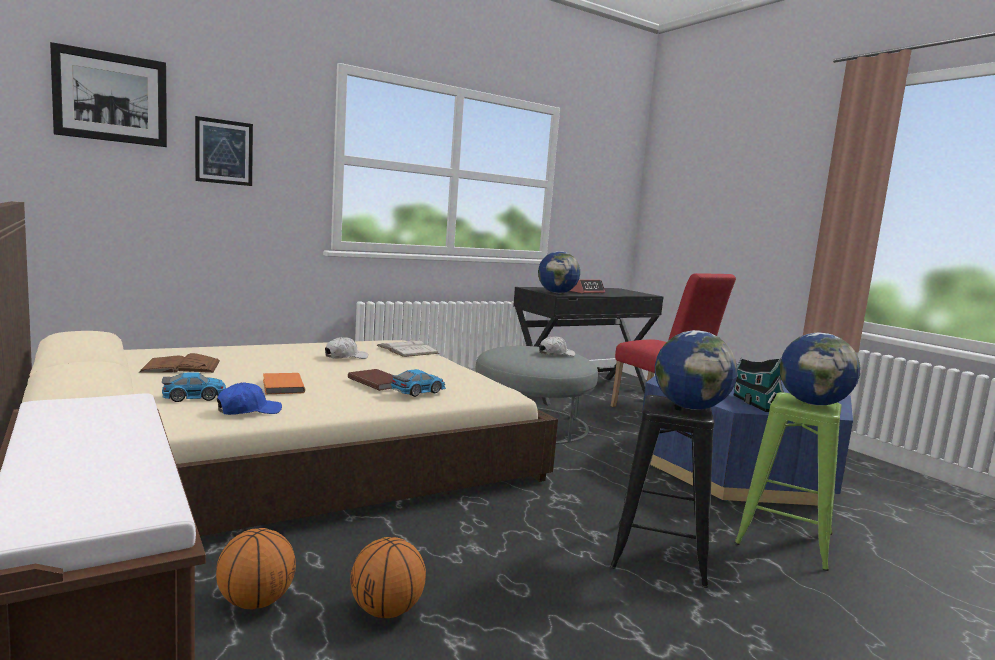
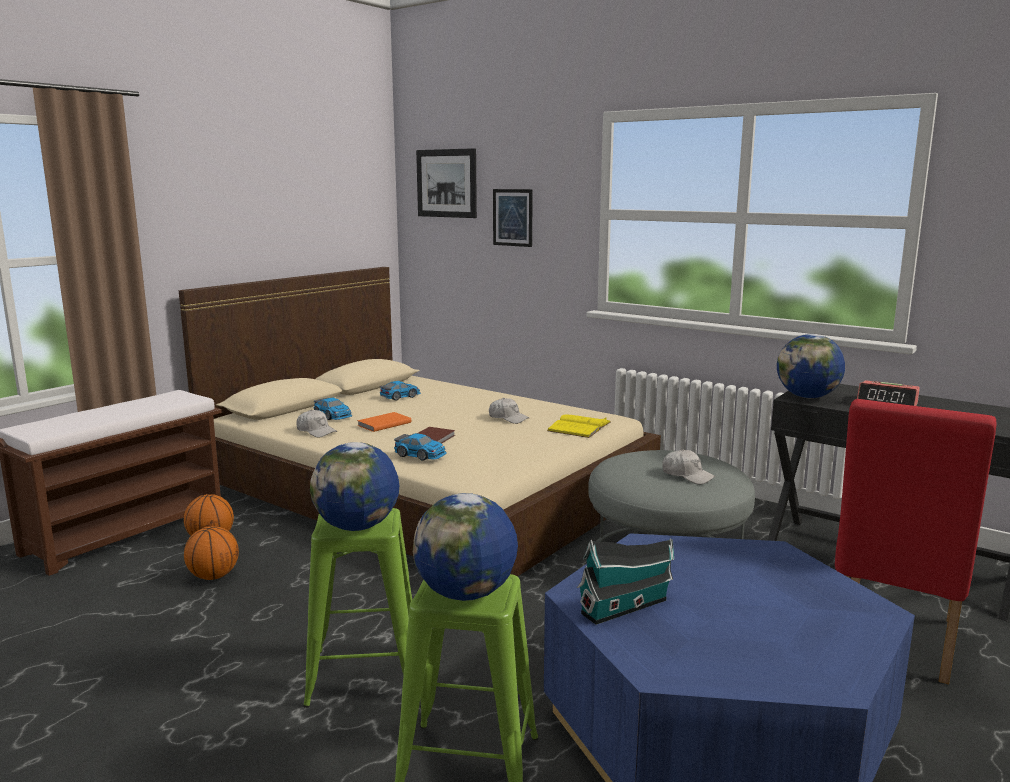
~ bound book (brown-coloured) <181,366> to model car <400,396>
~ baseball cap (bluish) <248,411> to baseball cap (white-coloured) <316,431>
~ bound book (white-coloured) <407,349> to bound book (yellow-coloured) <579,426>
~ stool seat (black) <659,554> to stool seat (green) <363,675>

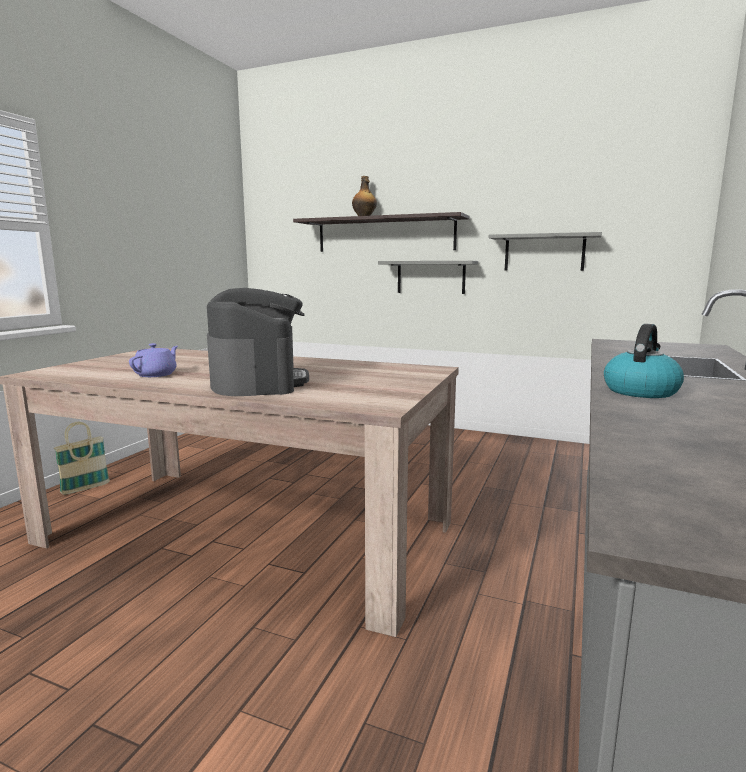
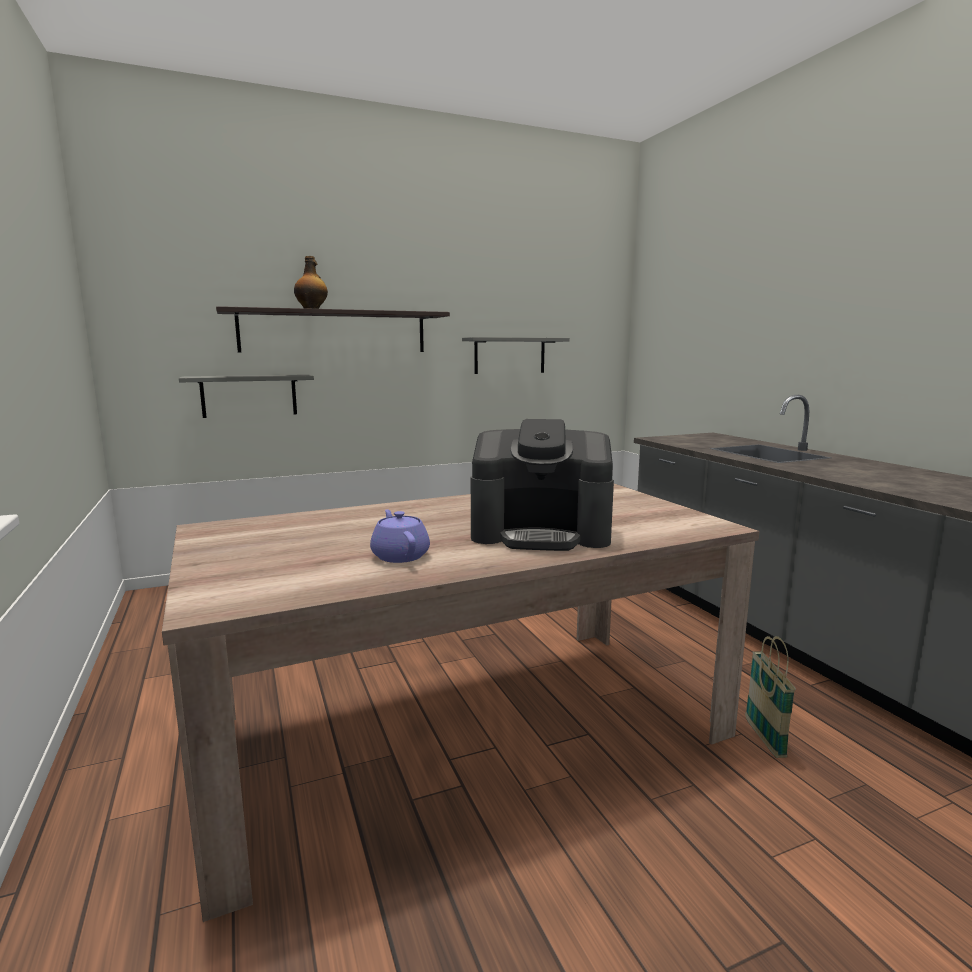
- water kettle <640,391>
~ household basket <85,488> to <764,738>
~ shelf (greyish) <431,277> to <249,395>
~ coffee machine <259,382> = <541,533> 150 degrees clockwise

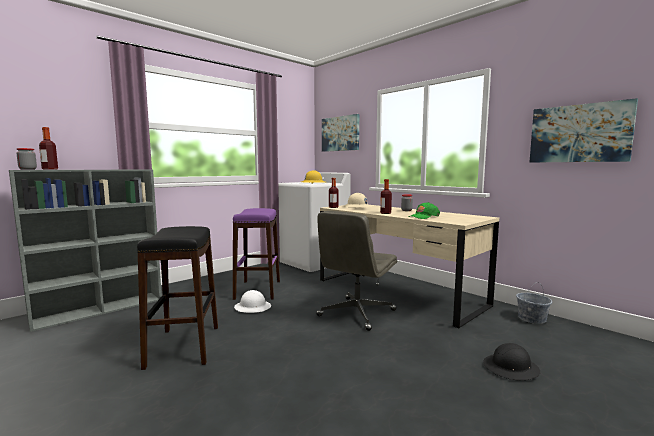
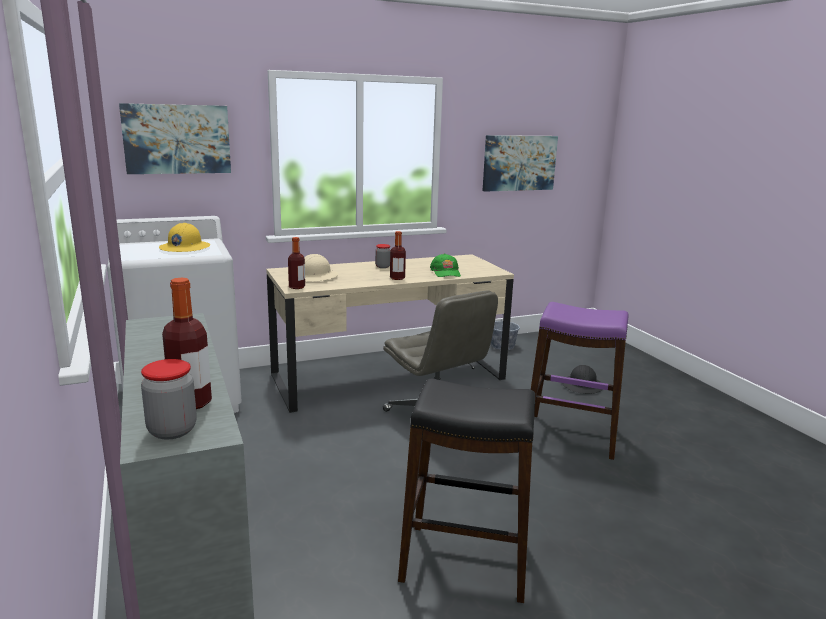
- work helmet (white-coloured) <252,307>
~ stool seat (purplish) <258,290> to <571,436>

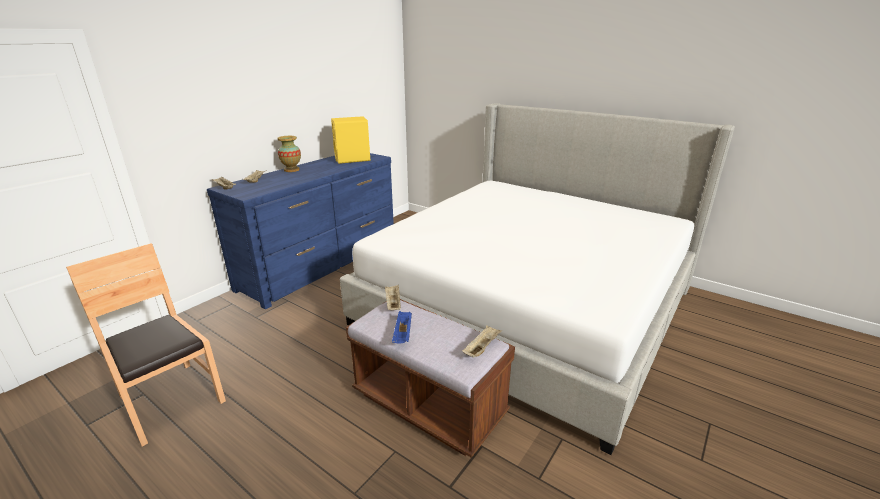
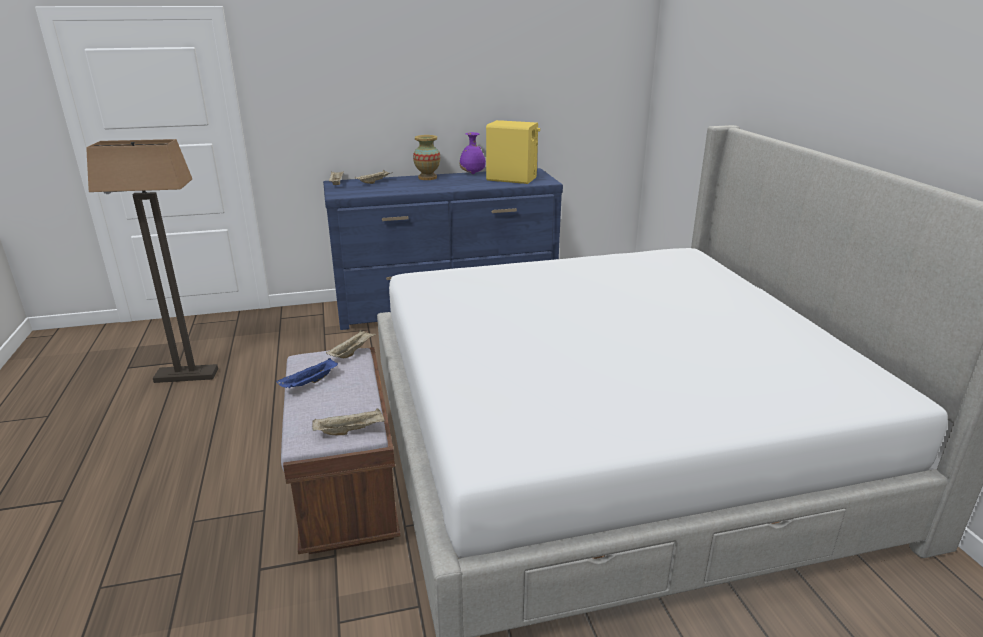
+ flower vase (purplish) <472,174>
~ plain chair (brown-coloured) <170,400> to floor lamp <187,375>

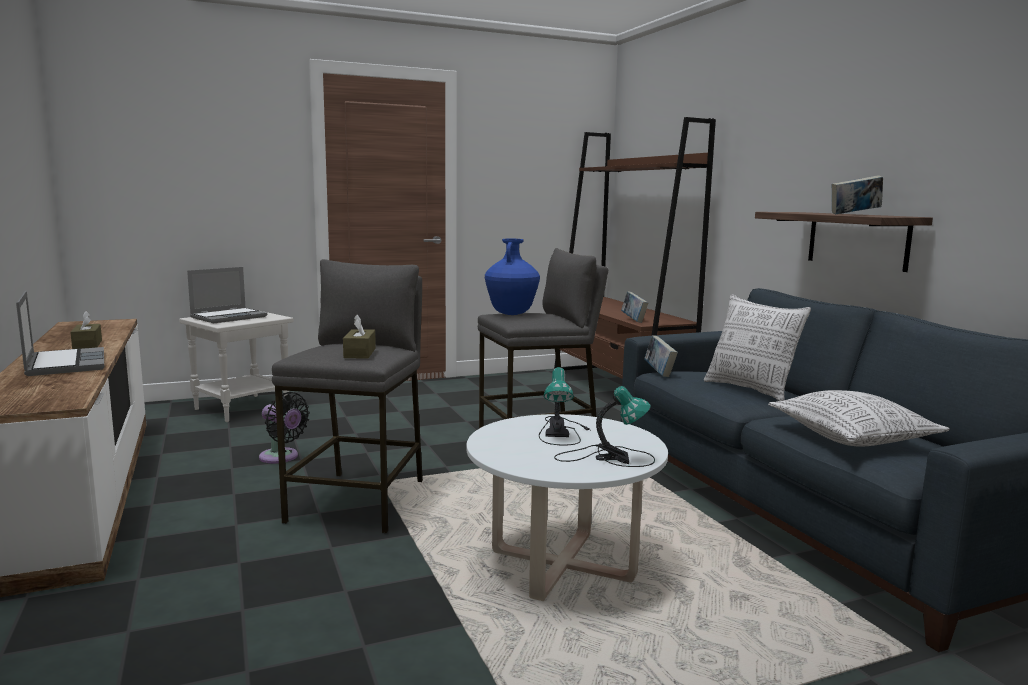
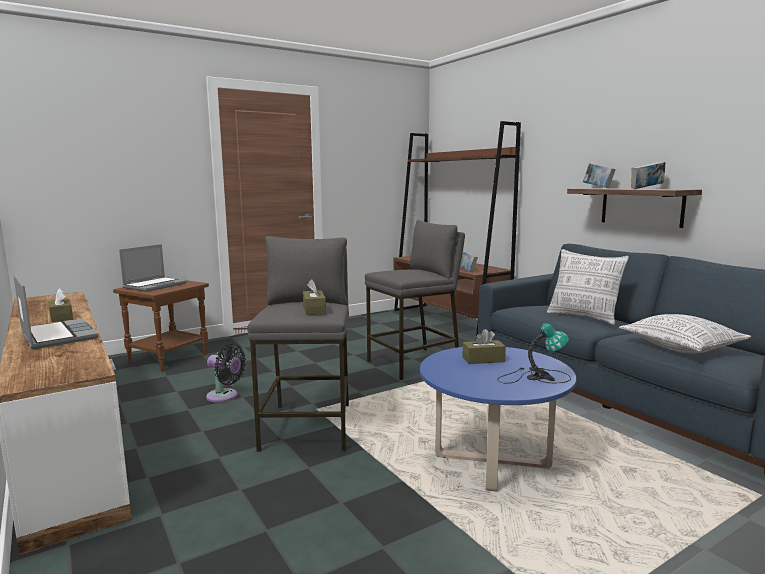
- flower vase (bluish) <511,314>
~ bound book <659,373> to <597,188>
~ lamp for a table <560,431> to box of tissues (brown-coloured) <483,359>
~ side table (white-coloured) <242,408> to side table (brown-coloured) <168,358>
~ lounge table (white-coloured) <562,565> to lounge table (bluish) <492,461>

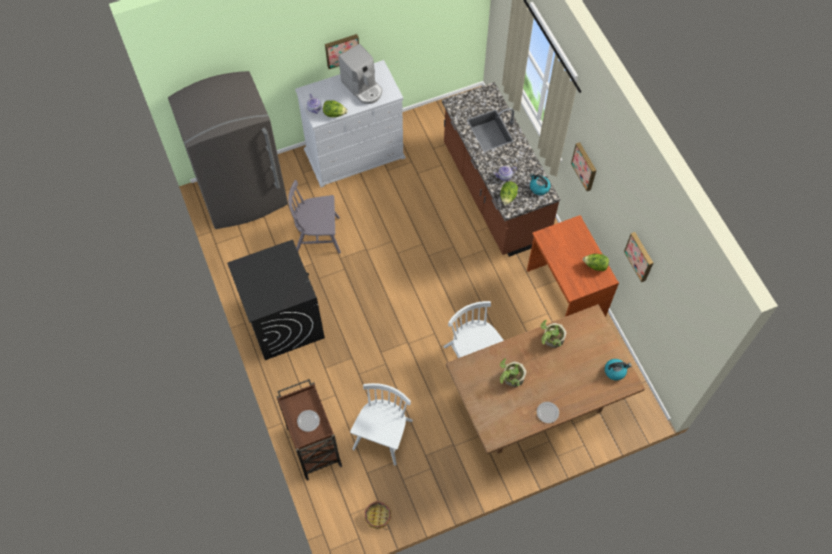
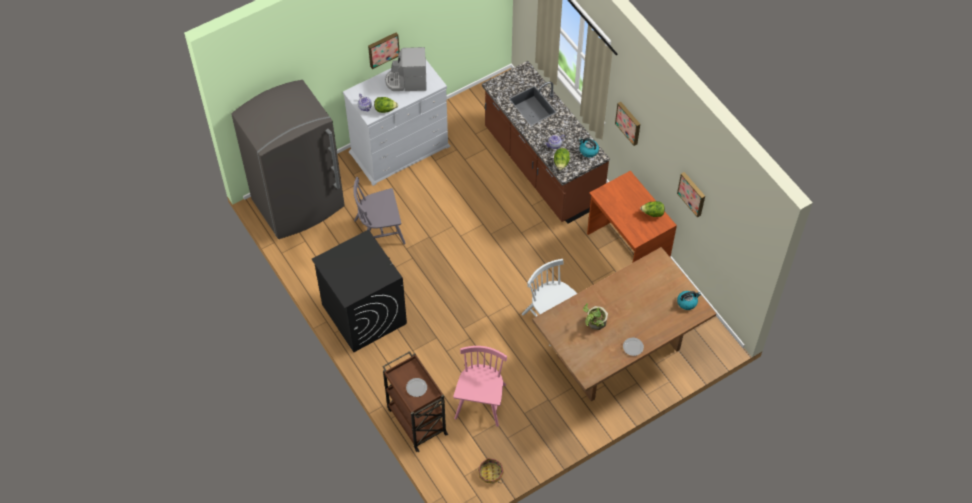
- houseplant <551,340>
~ plain chair (white-coloured) <383,435> to plain chair (pink-coloured) <480,402>
~ coffee machine <363,87> = <407,82> 135 degrees clockwise

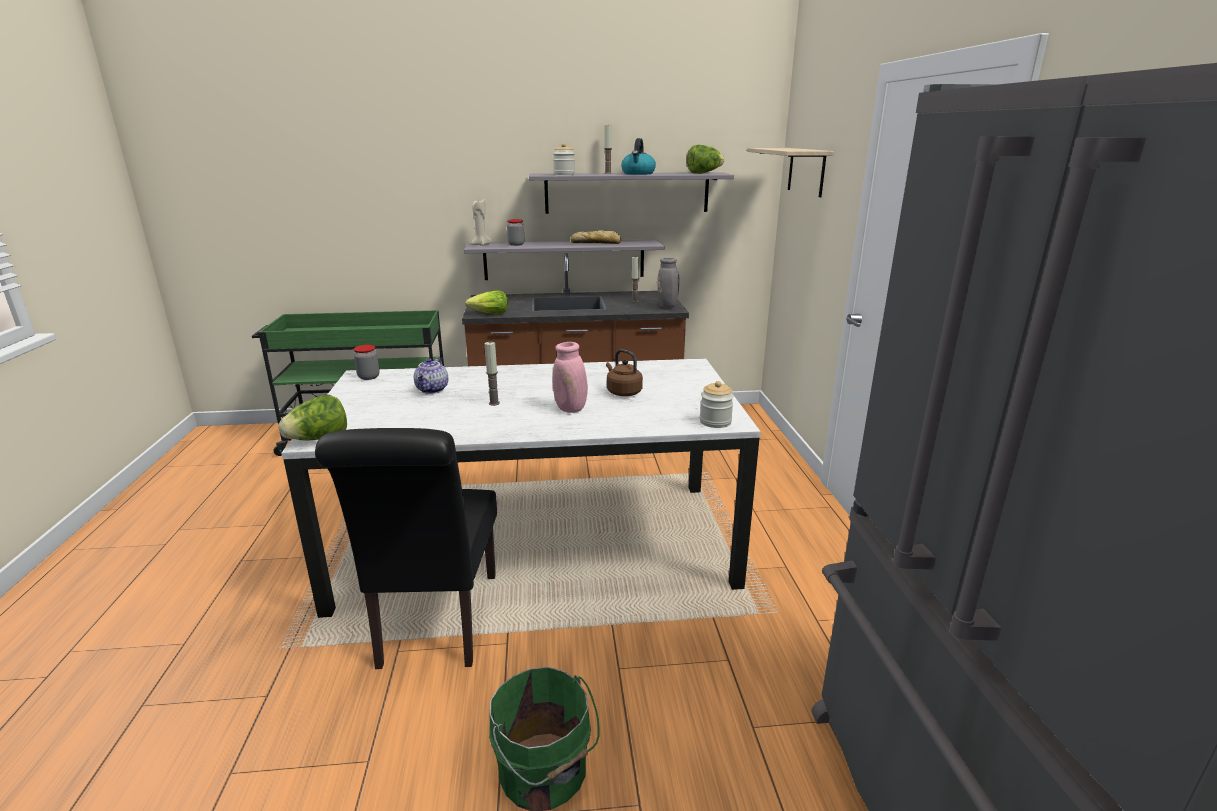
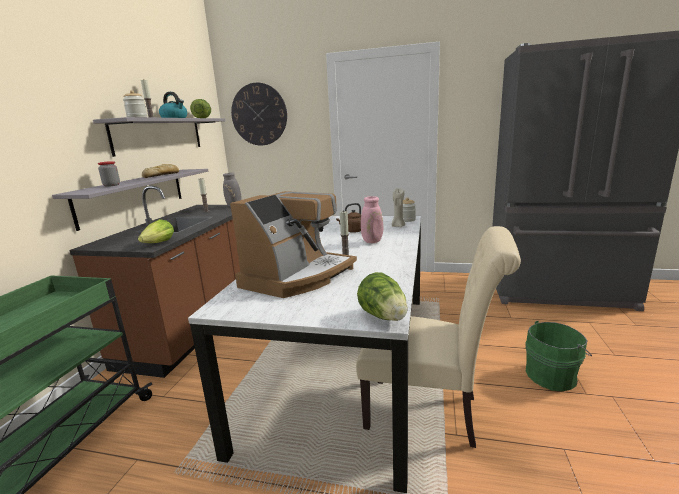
- preserve jar <368,377>
~ candle (beige) <481,244> to <398,226>
~ teapot <433,390> to coffee machine <297,277>
~ shelf <806,171> to wall clock <259,114>
~ plain chair (black) <436,625> to plain chair (beige) <429,412>

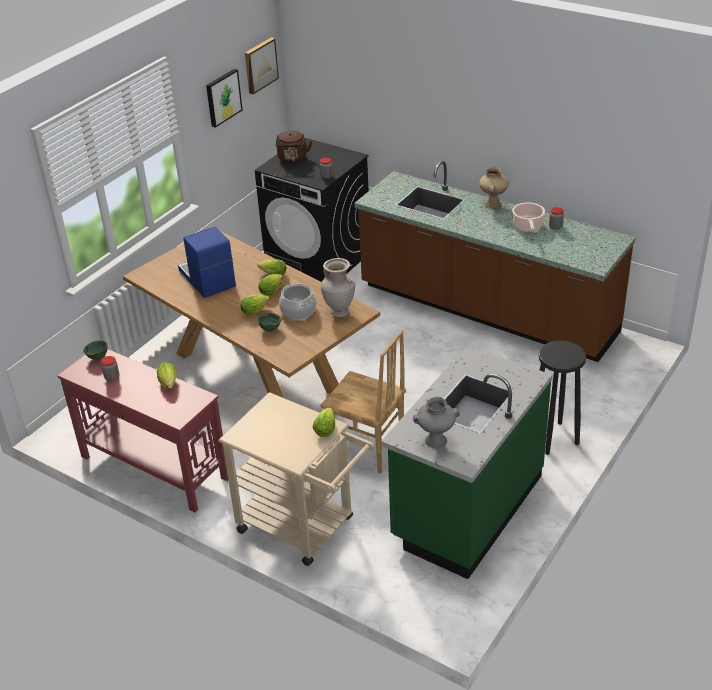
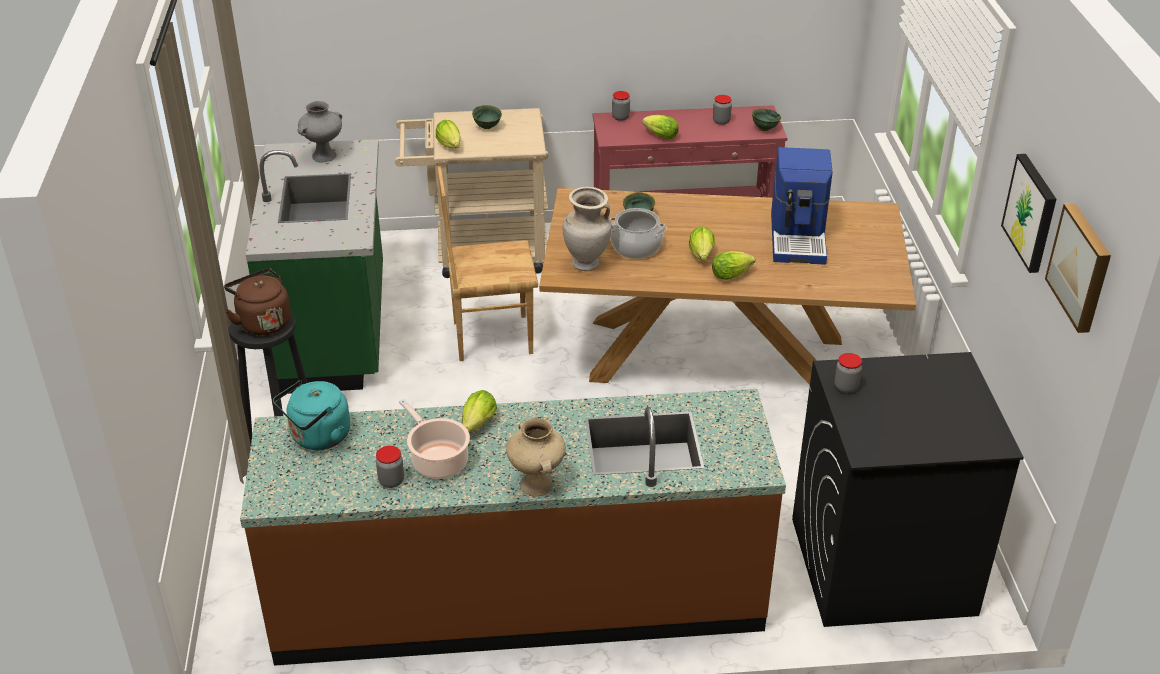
+ water kettle (turquoise-coloured) <318,438>
+ bowl (green) <487,127>
+ preserve jar <620,117>
~ head of lettuce <256,310> to <477,426>
~ water kettle (brown-coloured) <292,159> to <262,322>
~ coffee machine <206,279> = <799,237> 75 degrees clockwise

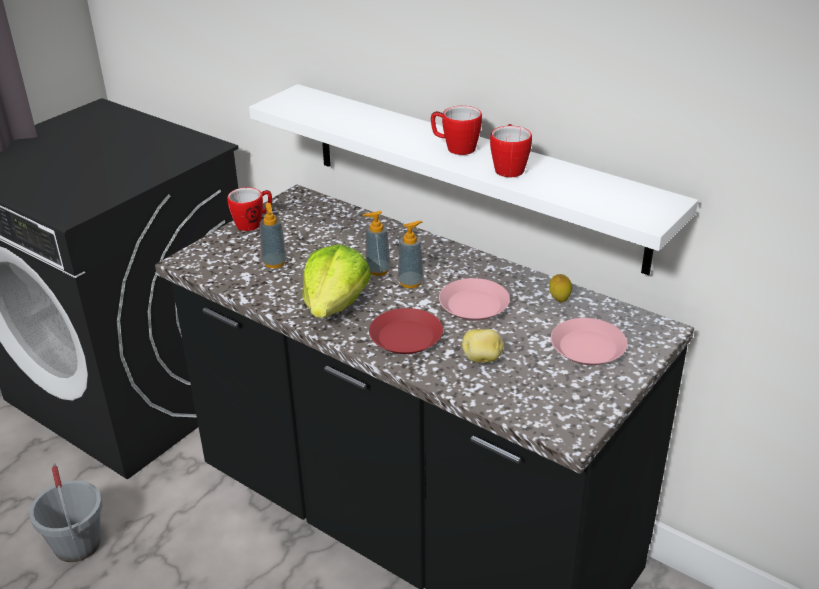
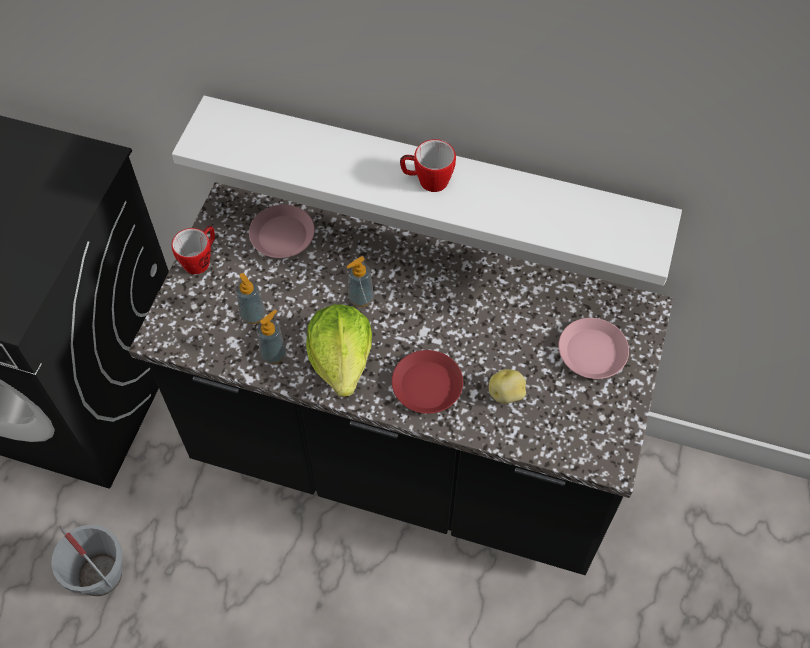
- mug <509,168>
- lemon <559,300>
~ soap dispenser <410,282> to <273,354>
~ flat dish (pink-coloured) <473,305> to <282,236>

